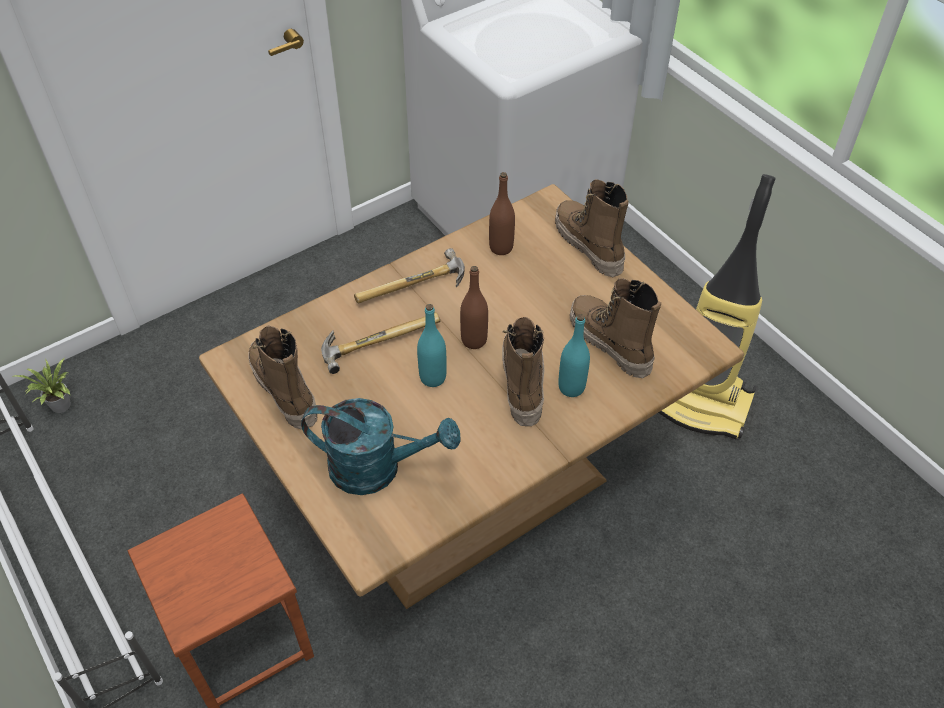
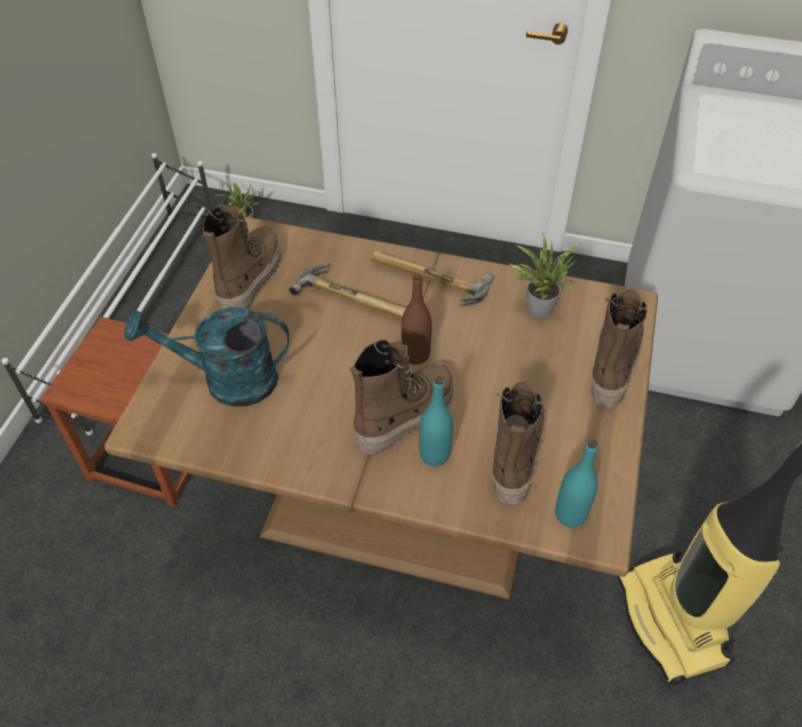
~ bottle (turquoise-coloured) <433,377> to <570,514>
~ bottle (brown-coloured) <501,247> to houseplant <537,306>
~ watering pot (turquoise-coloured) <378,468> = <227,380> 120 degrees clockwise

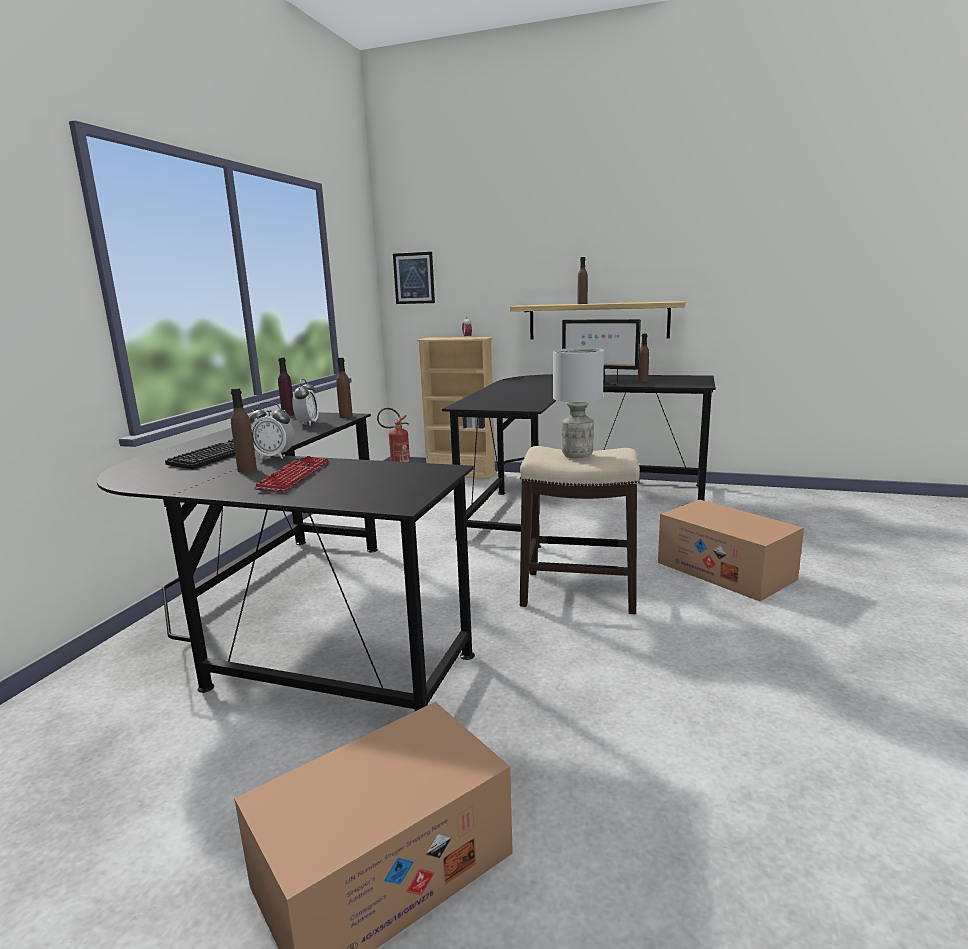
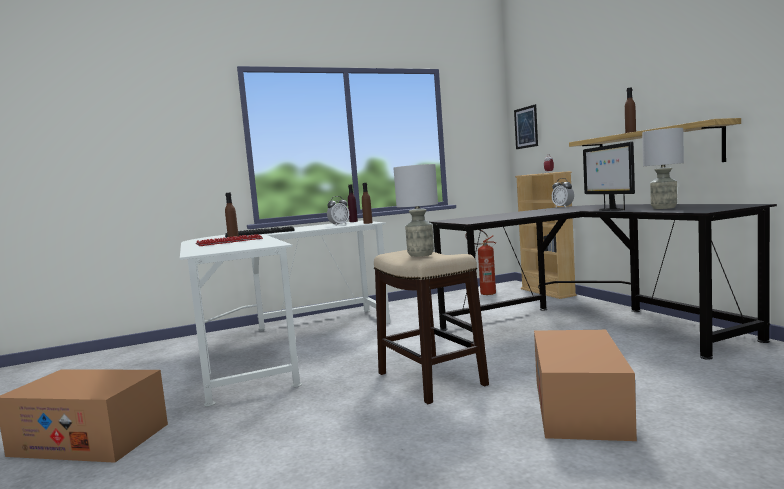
~ bedside clock <275,456> to <563,207>
~ bottle (brown-coloured) <642,381> to lamp for a table (greyish) <663,208>
~ desk (black) <296,623> to desk (white-coloured) <280,344>

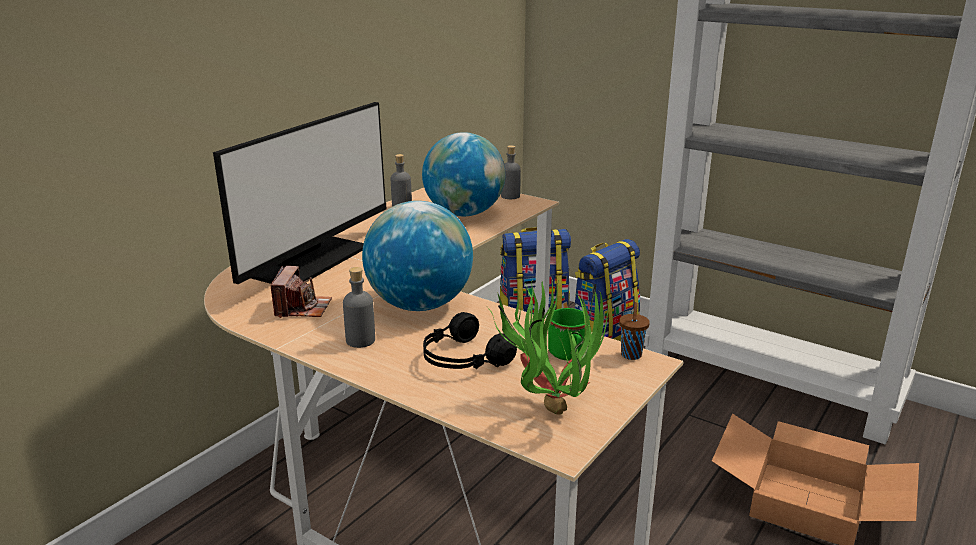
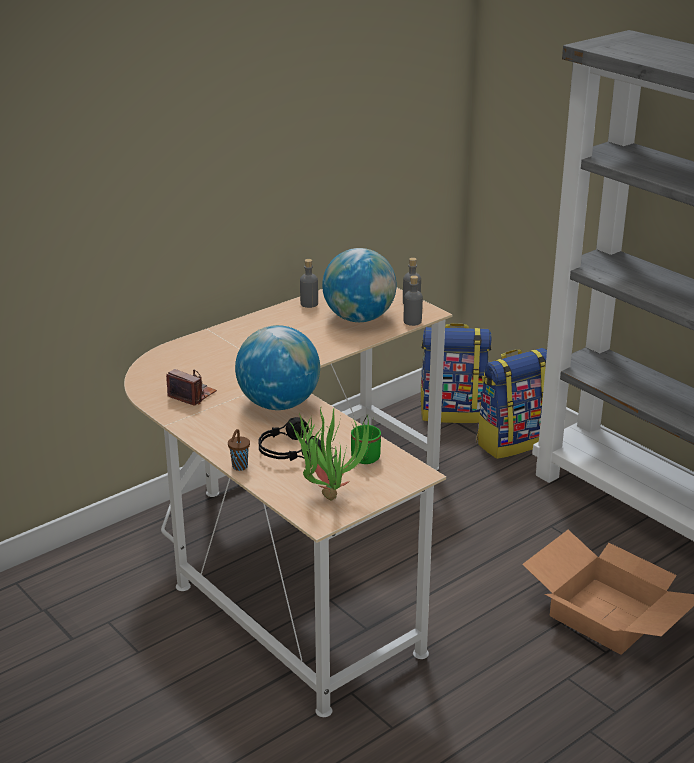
- computer display <308,261>
~ bottle (greyish) <360,340> to <412,321>
~ drinking cup (brown-coloured) <631,356> to <239,467>
~ still camera <302,308> = <192,395> 75 degrees counterclockwise

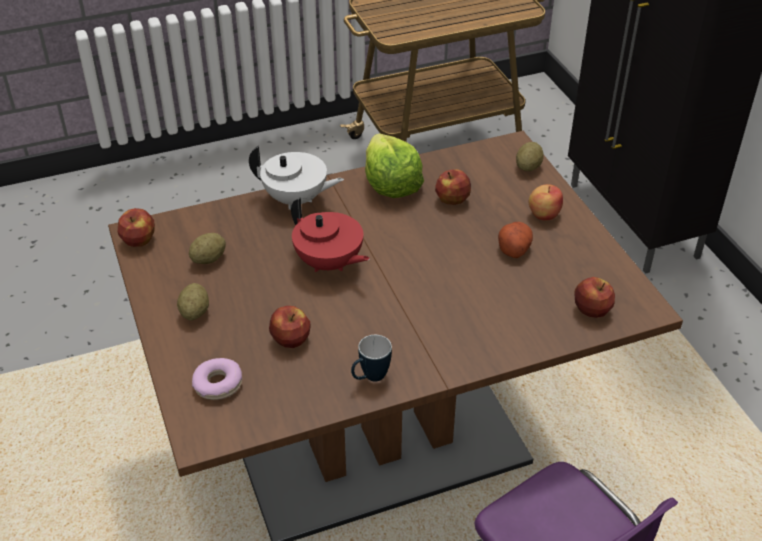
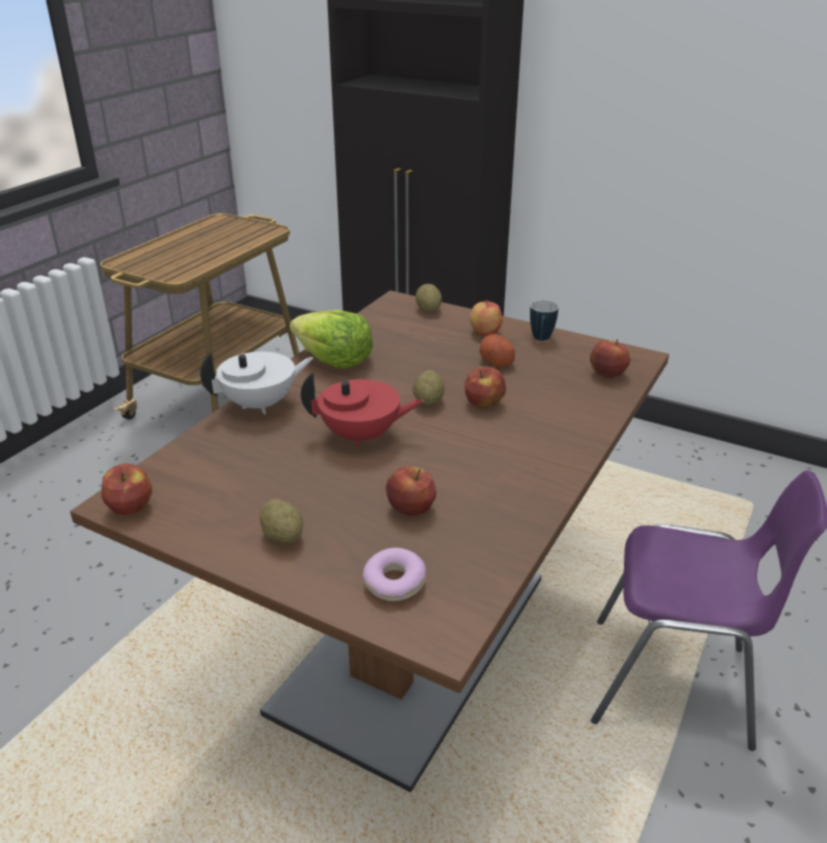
~ potato <209,259> to <428,401>
~ mug <370,378> to <541,340>
~ apple fruit <452,200> to <484,403>

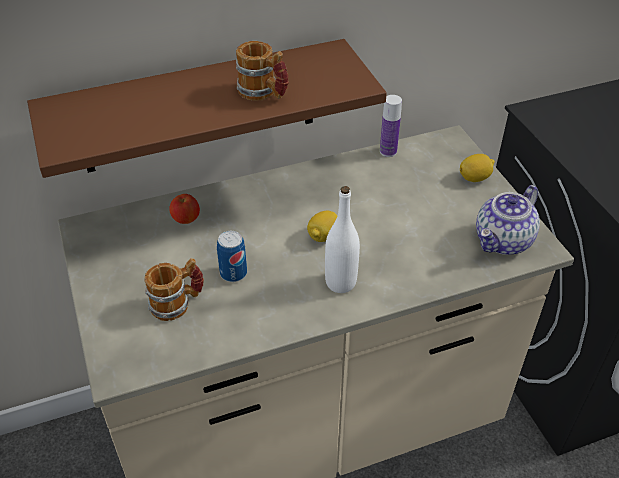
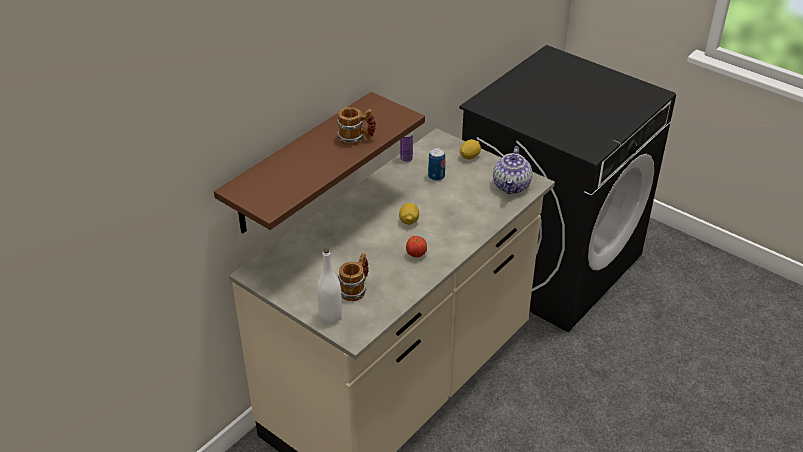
~ apple fruit <186,220> to <416,254>
~ sealed can <233,273> to <436,176>
~ bottle (white-coloured) <340,282> to <330,317>

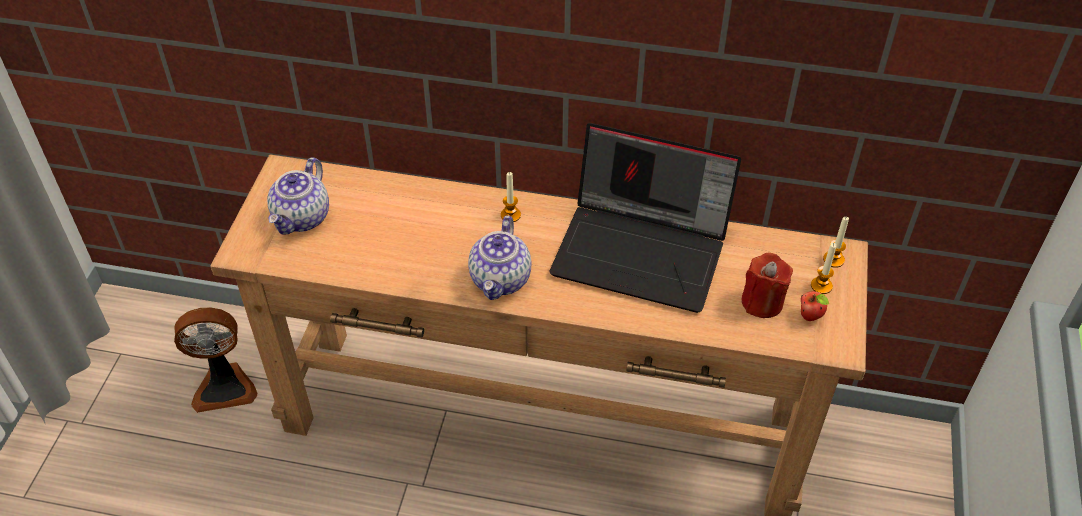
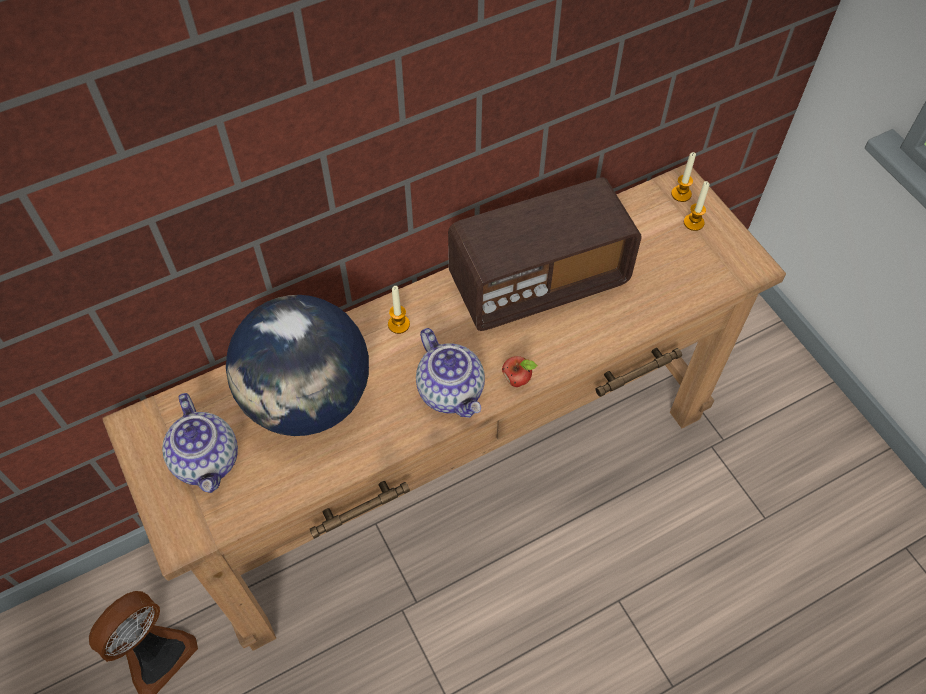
- candle (red) <762,302>
+ desk globe <308,399>
~ apple fruit <811,317> to <518,380>
~ laptop <643,250> to radio receiver <538,282>

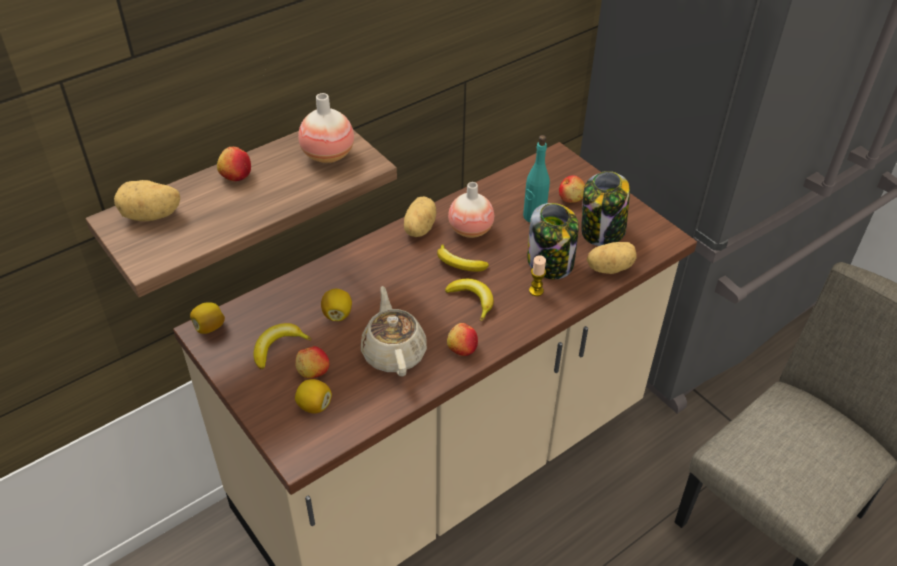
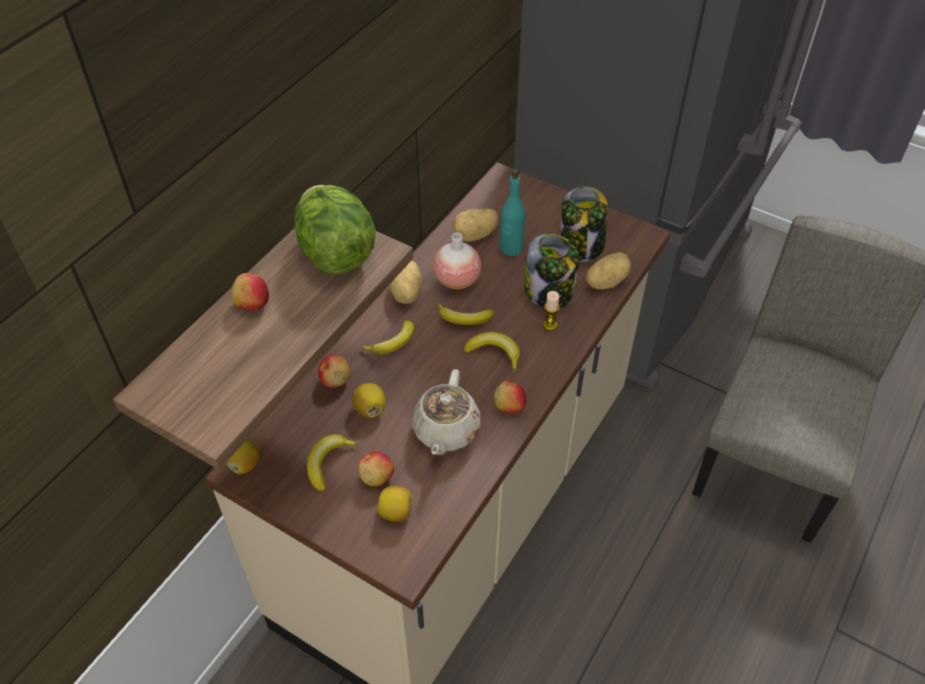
+ whole banana <393,343>
~ potato <151,216> to <475,235>
~ apple fruit <571,198> to <335,379>
~ flower vase <328,155> to head of lettuce <336,253>
~ teapot (beige) <393,352> = <446,431> 135 degrees counterclockwise

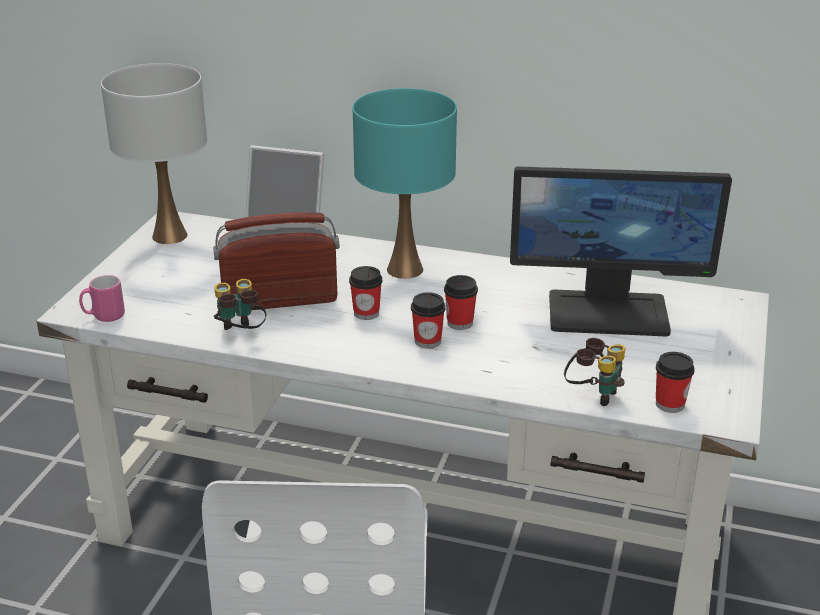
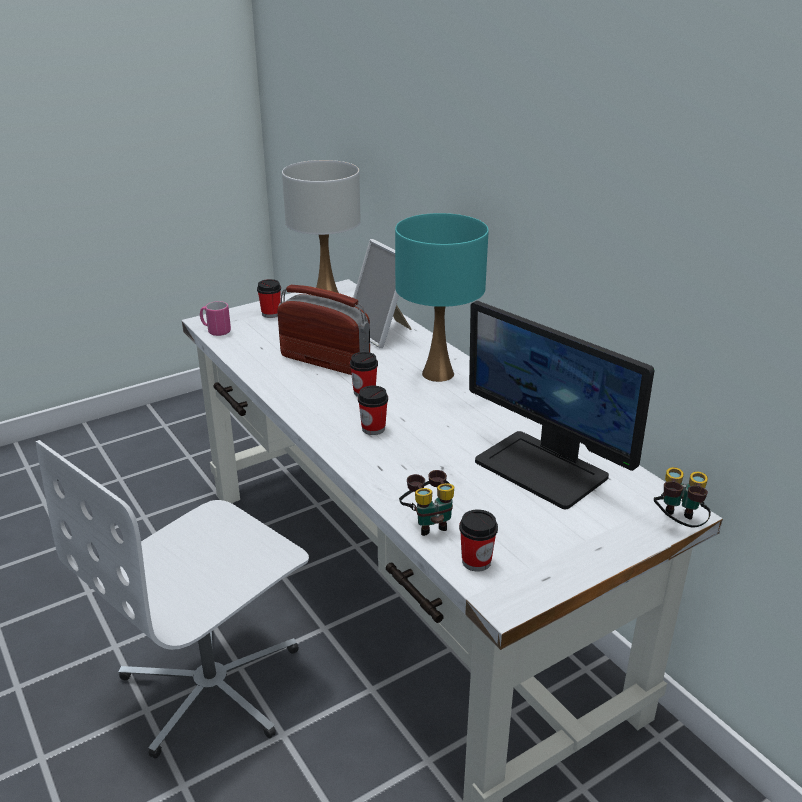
~ pair of binoculars <240,334> to <677,525>
~ drinking cup <460,323> to <271,314>

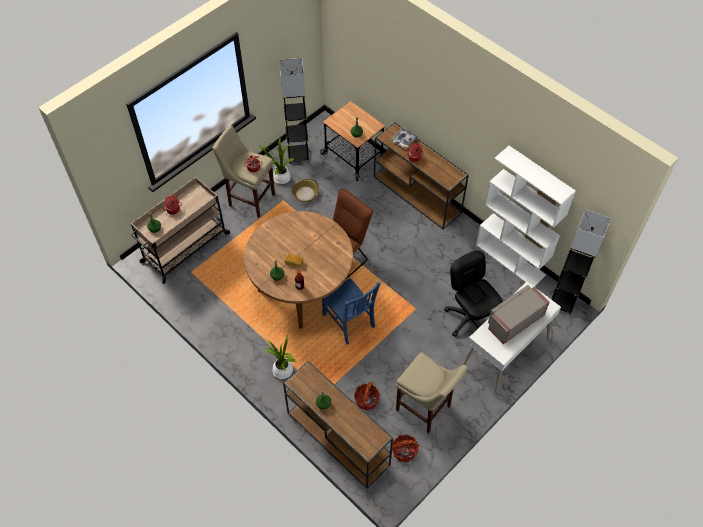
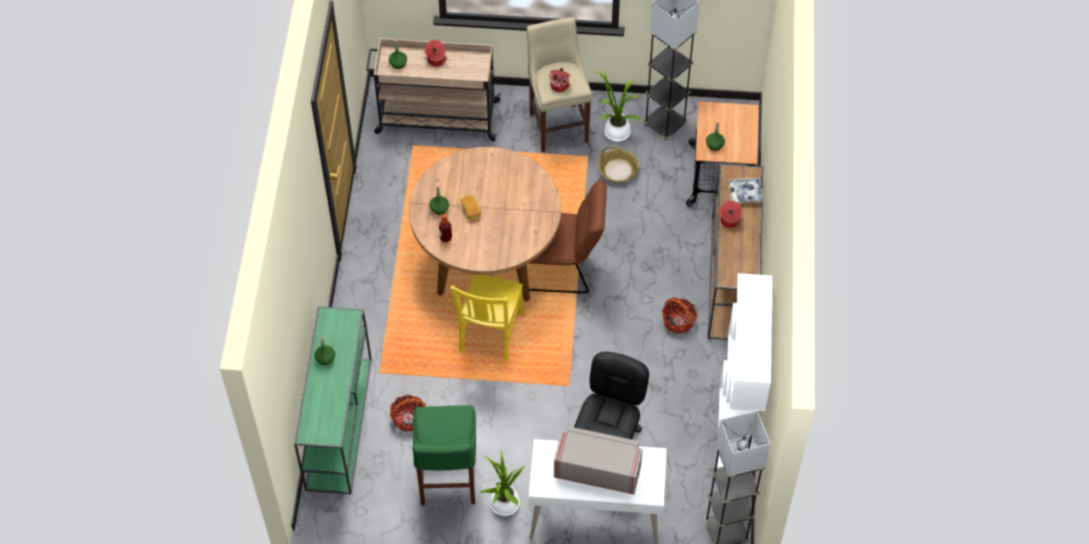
~ houseplant <283,371> to <504,506>
~ household basket <404,451> to <678,321>
~ narrow table (brown-coloured) <337,438> to narrow table (green) <339,422>
~ plain chair (bluish) <349,322> to plain chair (yellow-coloured) <490,334>
~ stool seat (beige) <425,409> to stool seat (green) <447,482>

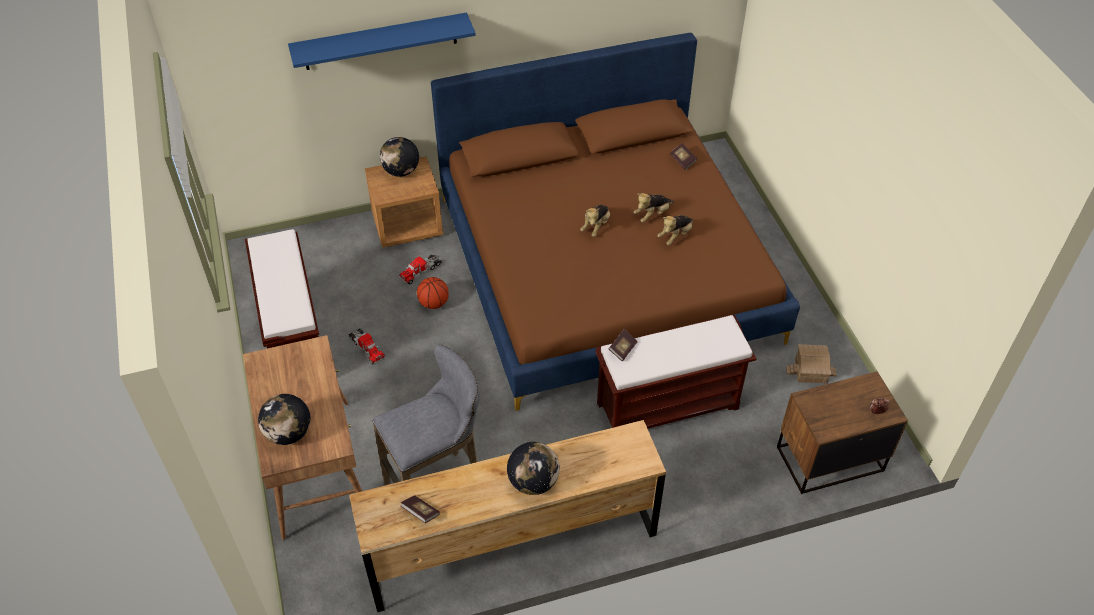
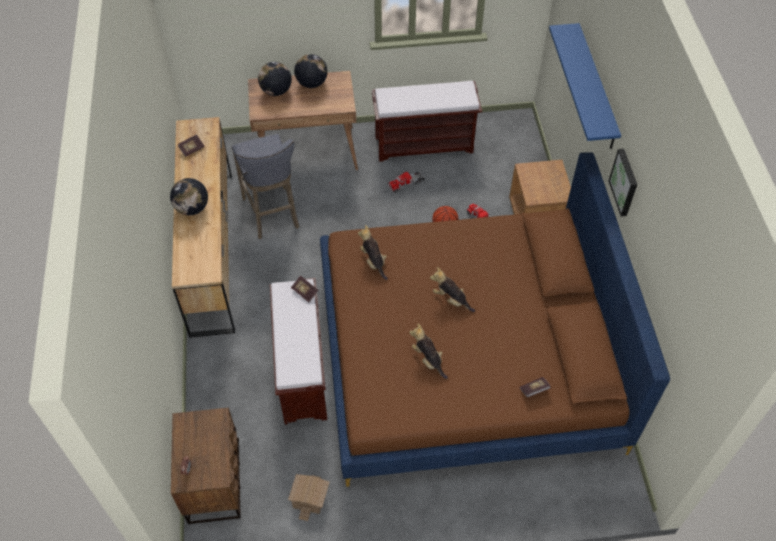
+ wall picture <625,182>
~ desk globe <401,171> to <312,83>
~ soft toy <652,214> to <373,261>

